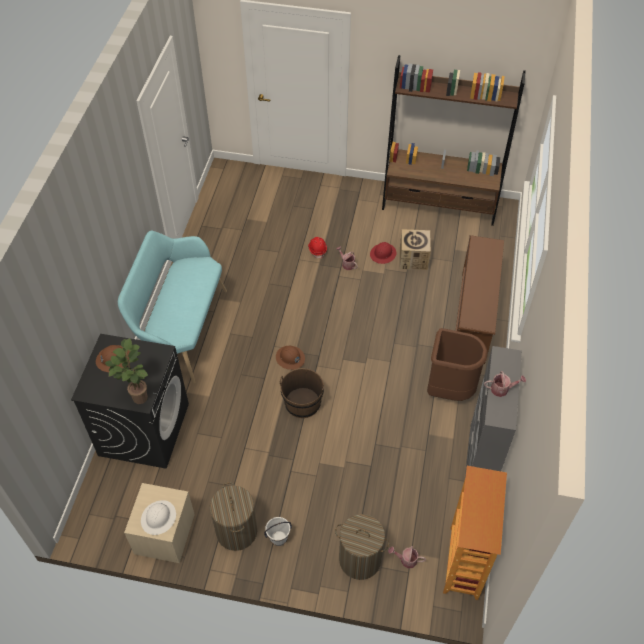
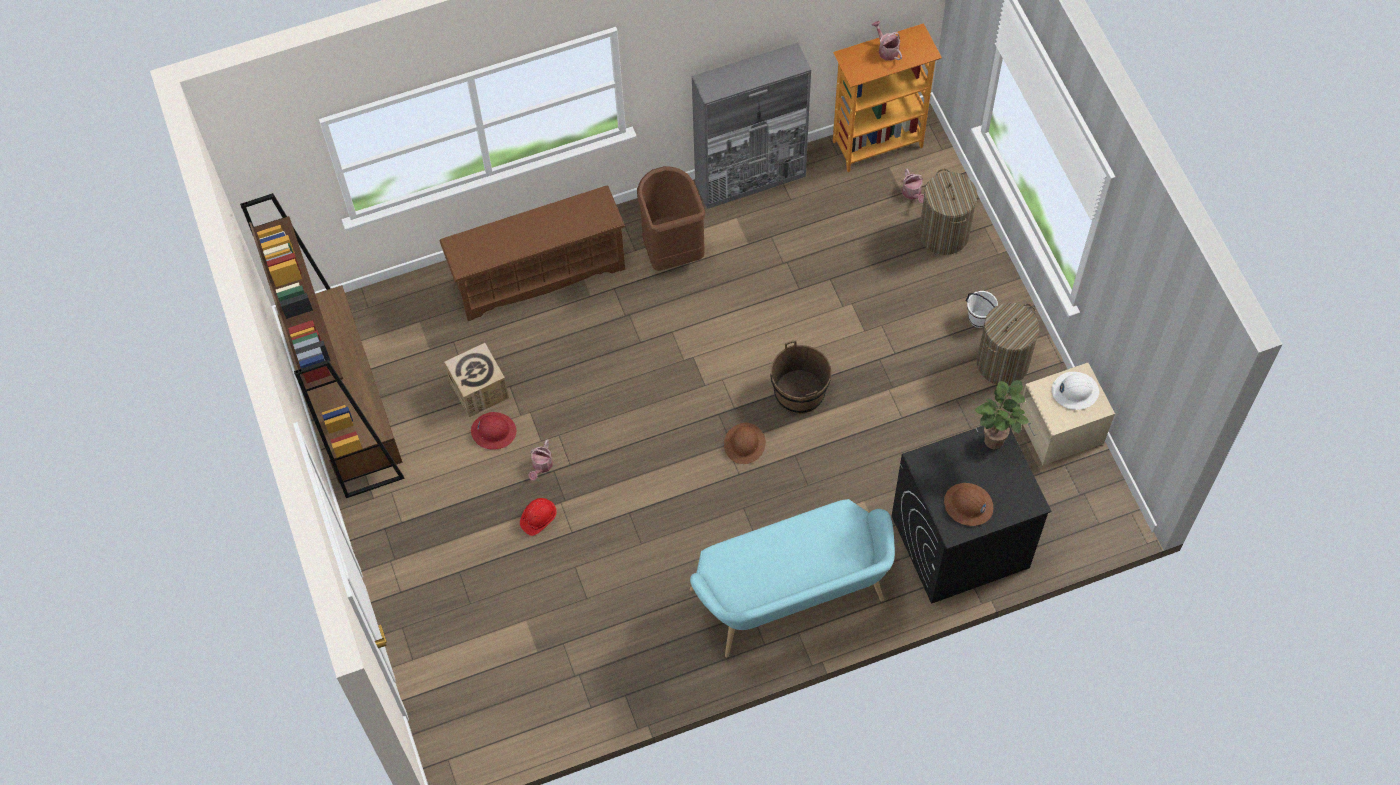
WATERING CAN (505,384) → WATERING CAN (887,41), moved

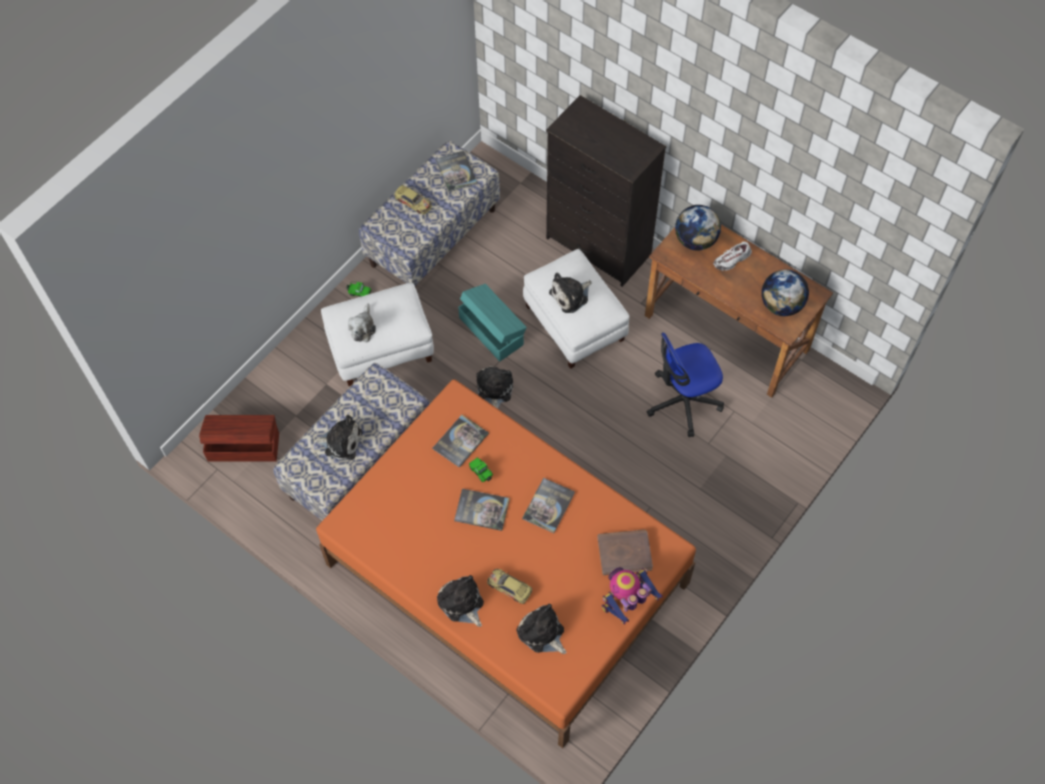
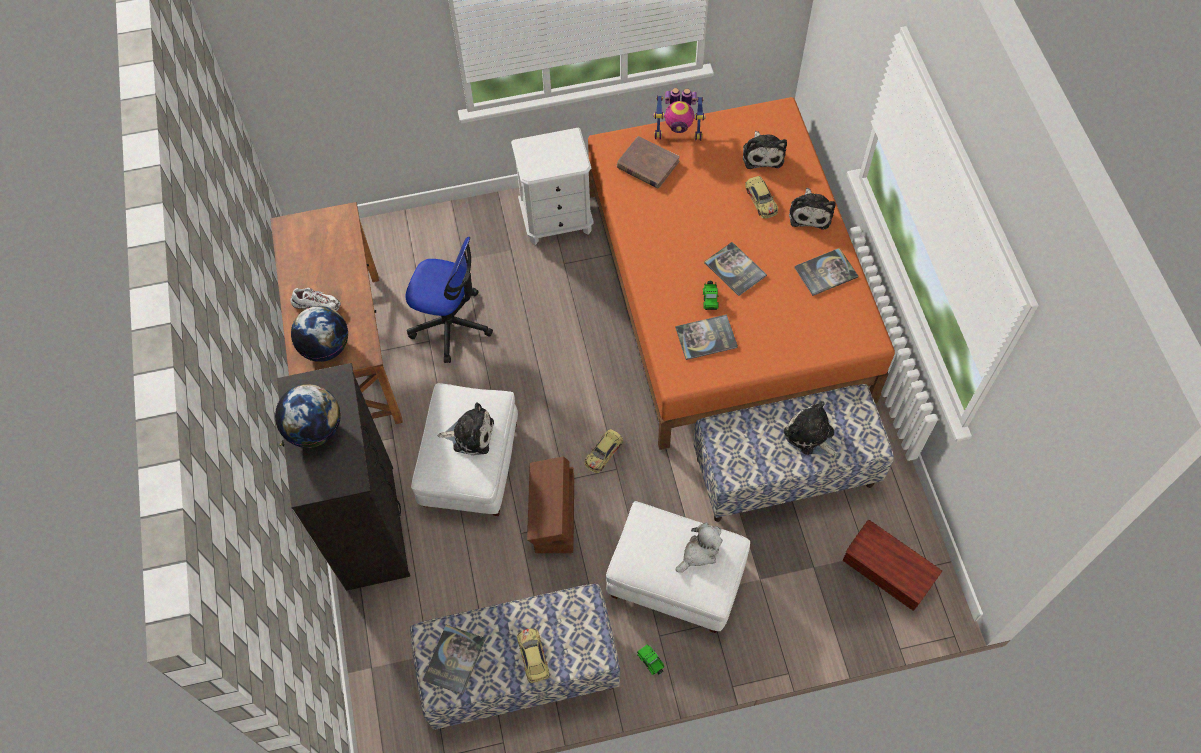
WORLD GLOBE (785,292) → WORLD GLOBE (308,416), moved
- → WHITISH NIGHT TABLE (552,186)
TURQUOISE STORAGE BOX (492,322) → BROWNISH STORAGE BOX (550,505)
PLUSH TOY (494,387) → TOY CAR (604,451)
VOLUME (548,505) → VOLUME (826,272), moved

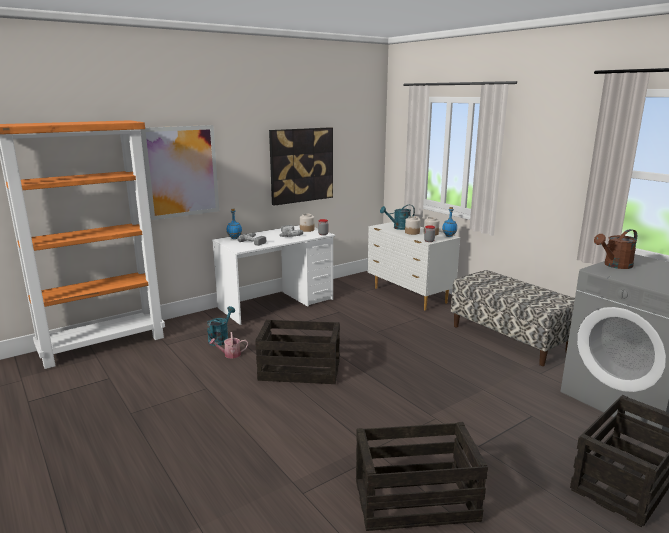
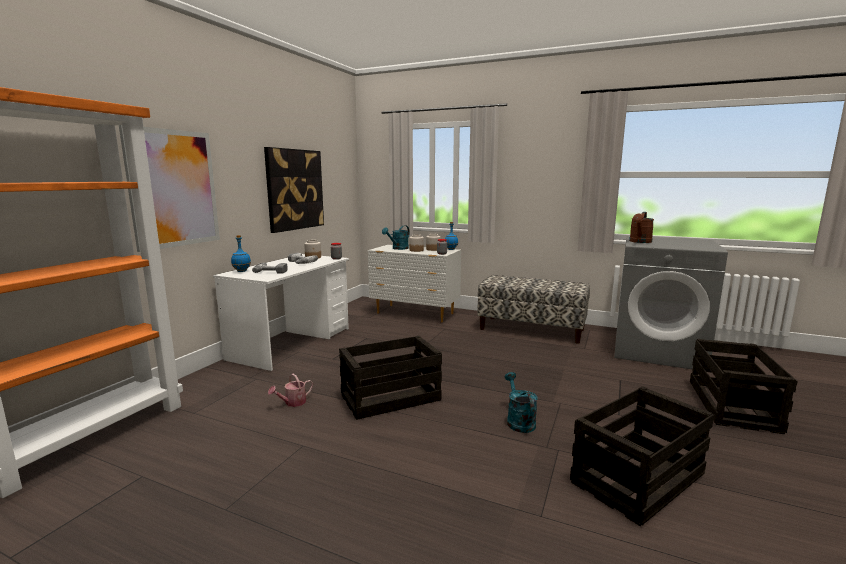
TURQUOISE WATERING CAN (221,326) → TURQUOISE WATERING CAN (521,402), moved

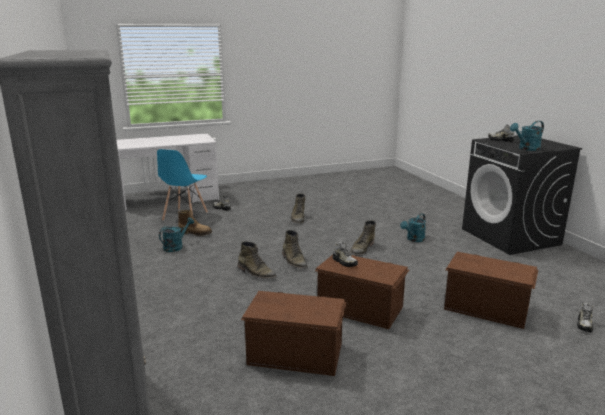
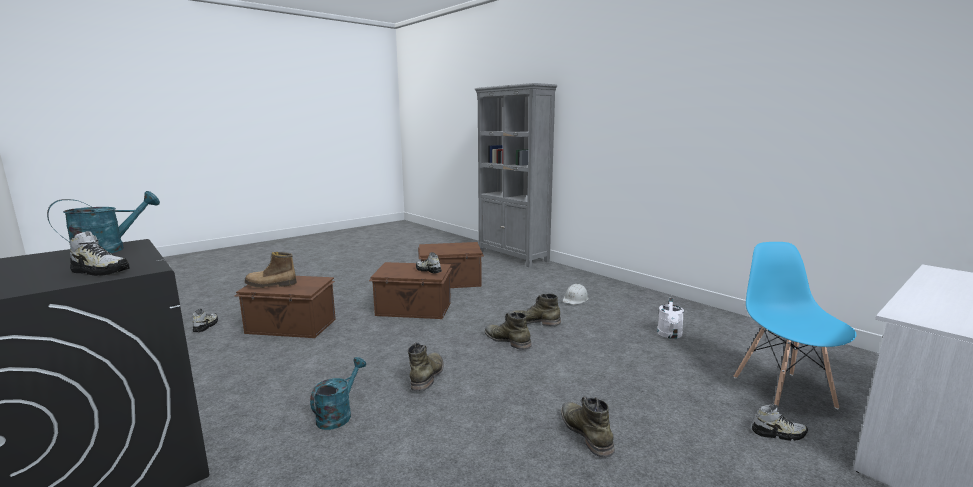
BOOT (195,223) → BOOT (271,270), moved
- → WHITISH HARD HAT (576,294)
TURQUOISE WATERING CAN (176,234) → WHITISH WATERING CAN (670,318)

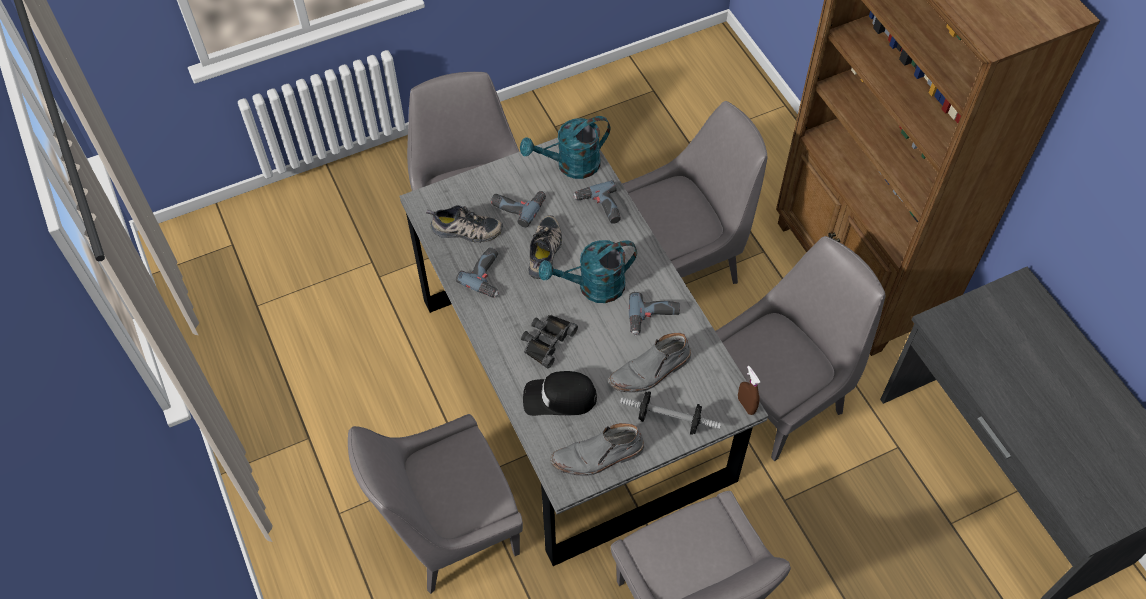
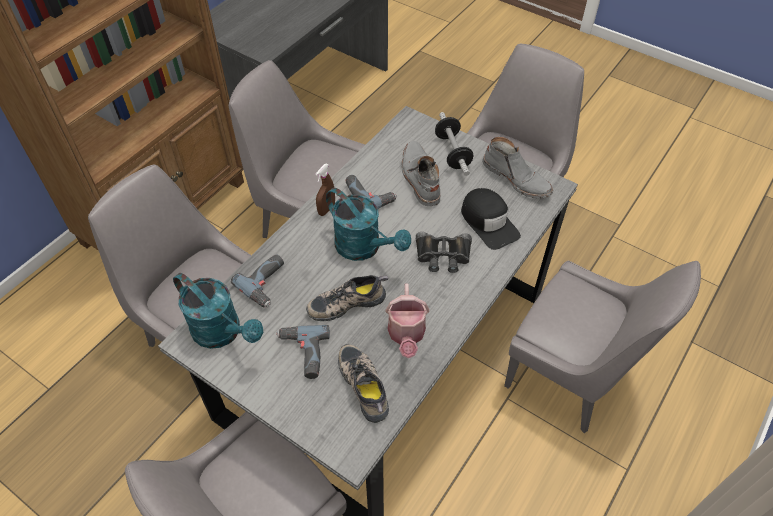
BROWNISH SPRAYER (749,390) → BROWNISH SPRAYER (325,190), moved
DRILL (477,272) → WATERING CAN (407,320)
GREY BOOT (649,362) → GREY BOOT (421,173), 135 degrees counterclockwise

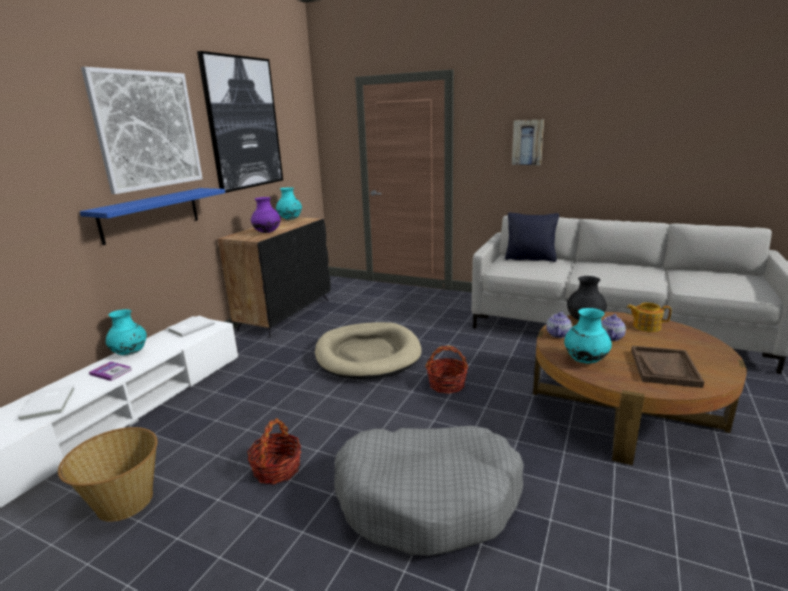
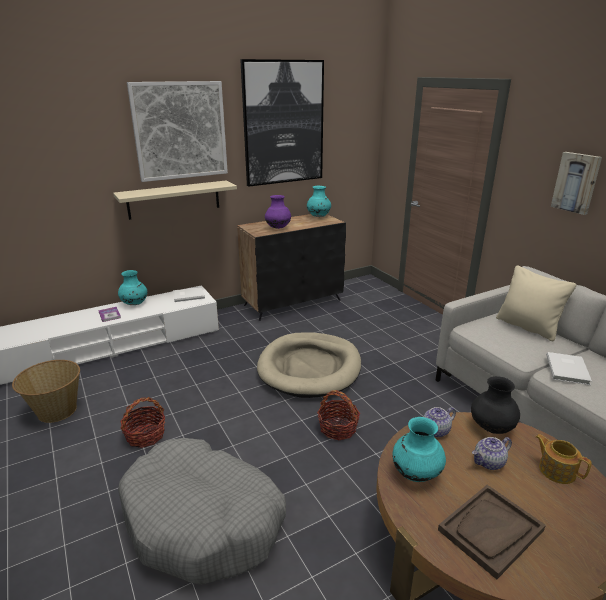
BLUE BRACKET SHELF (152,216) → SAND-COLOURED BRACKET SHELF (175,200)
BLACK THROW PILLOW (532,237) → SAND-COLOURED THROW PILLOW (536,303)
WHITISH VOLUME (46,402) → WHITISH VOLUME (569,368), moved

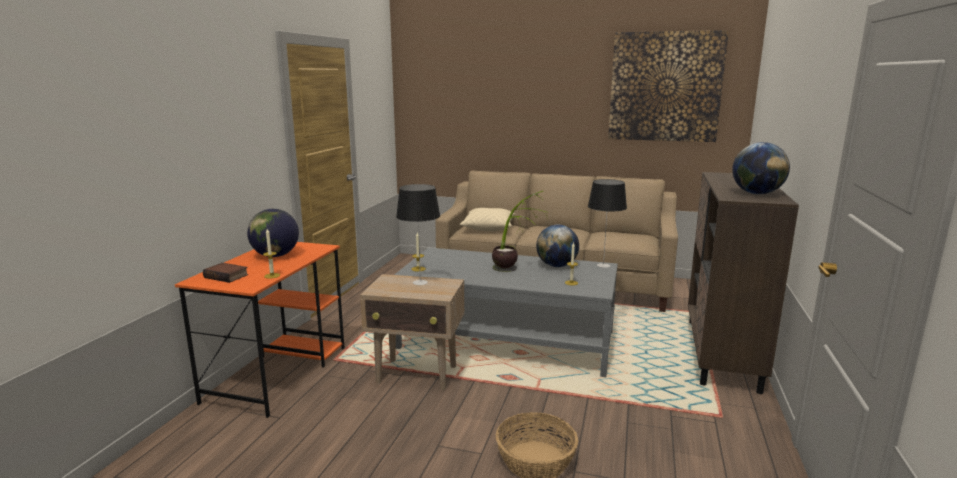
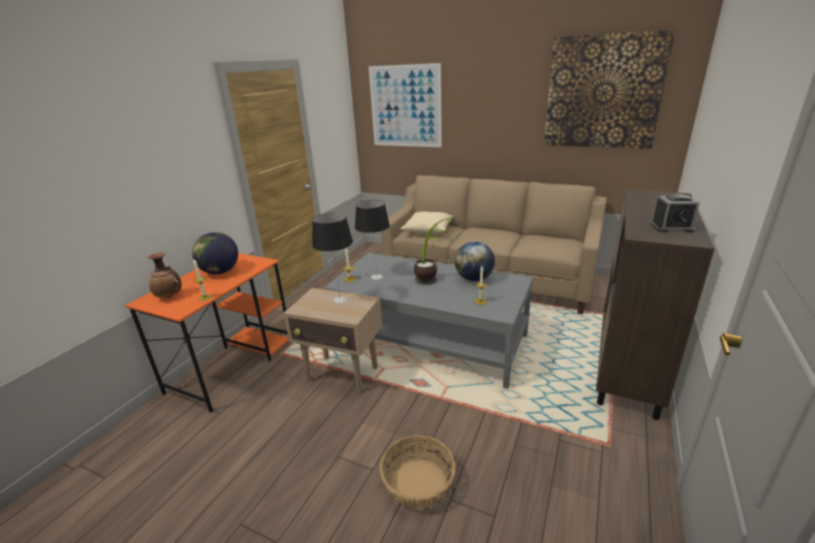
VOLUME (225,273) → DECORATIVE VASE (165,275)
TABLETOP LAMP (607,223) → TABLETOP LAMP (372,240), moved
- → PICTURE (405,105)
WORLD GLOBE (761,168) → TABLE CLOCK (675,213)

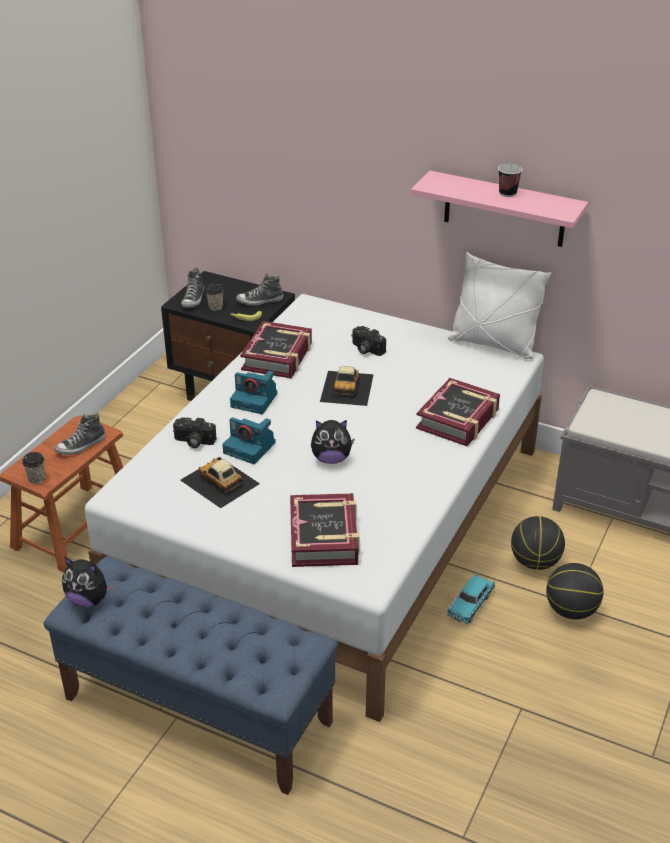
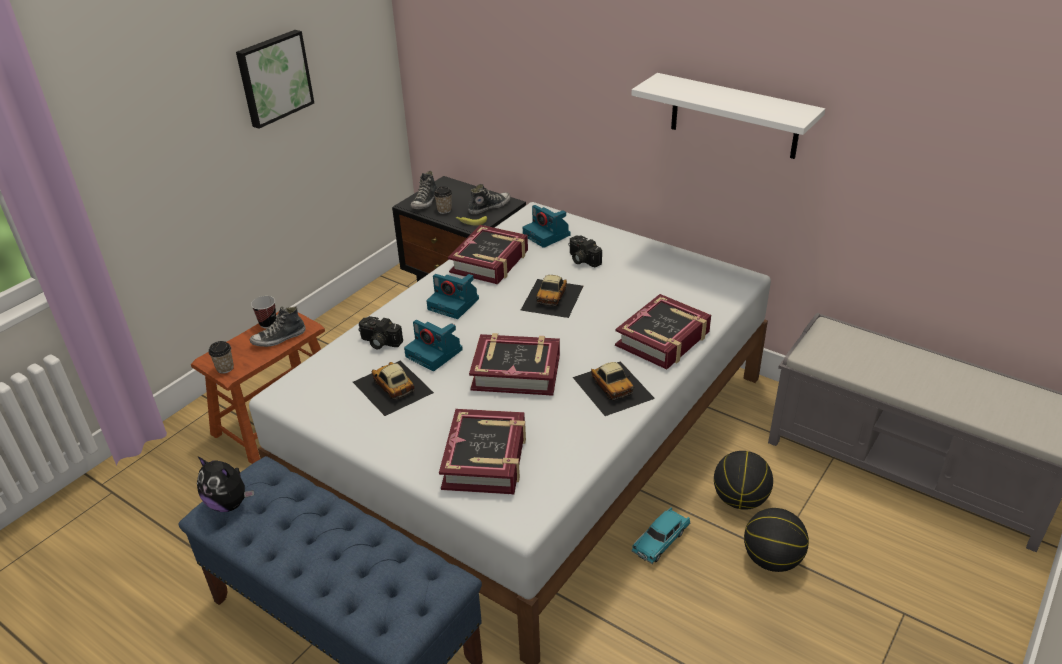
- → PICTURE (275,79)
SMALL CUP (510,180) → SMALL CUP (263,312), moved
LOW SHOE (260,290) → LOW SHOE (489,199), 150 degrees clockwise
PLUSH TOY (333,442) → VOLUME (514,364)
- → STILL CAMERA (547,226)
- → TOY CAR (614,388)
PINKISH BRACKET SHELF (499,209) → WHITISH BRACKET SHELF (728,116)
WHITISH THROW PILLOW (500,305) → -

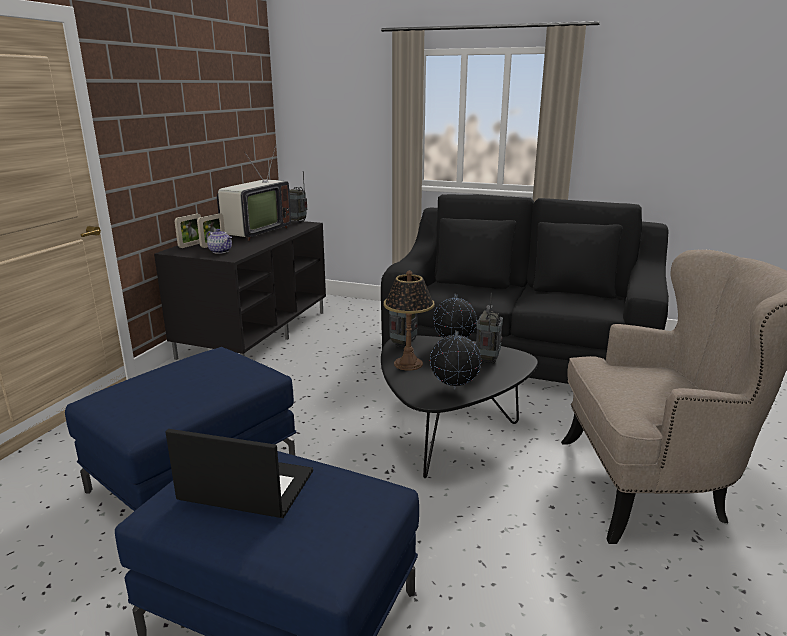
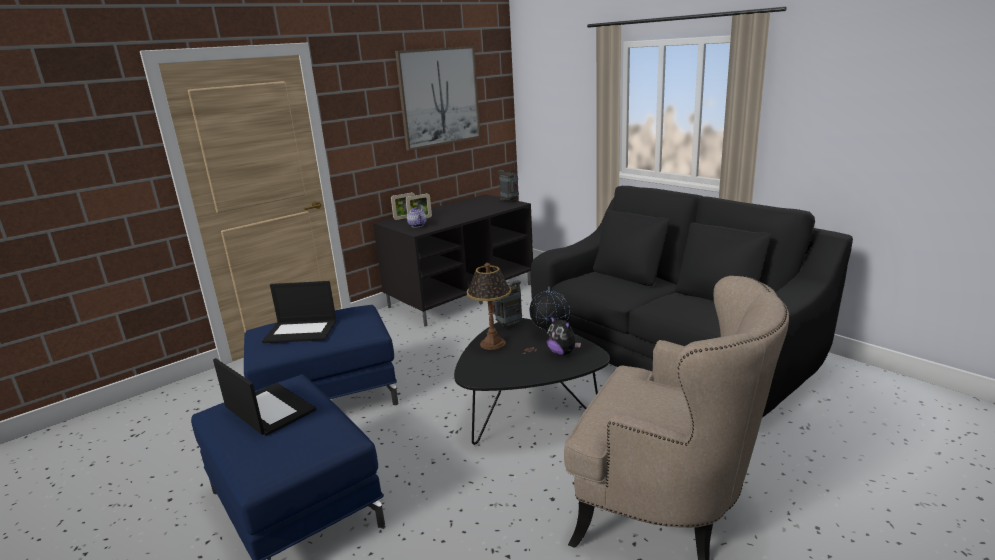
- → PORTABLE COMPUTER (299,312)
- → PICTURE (438,98)
RADIO (489,328) → PLUSH TOY (563,335)
TELEVISION (254,192) → -
WORLD GLOBE (455,360) → -

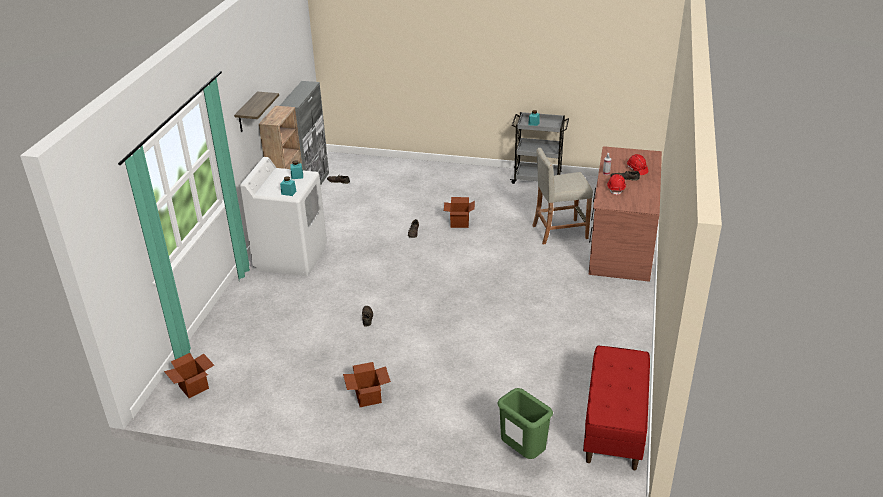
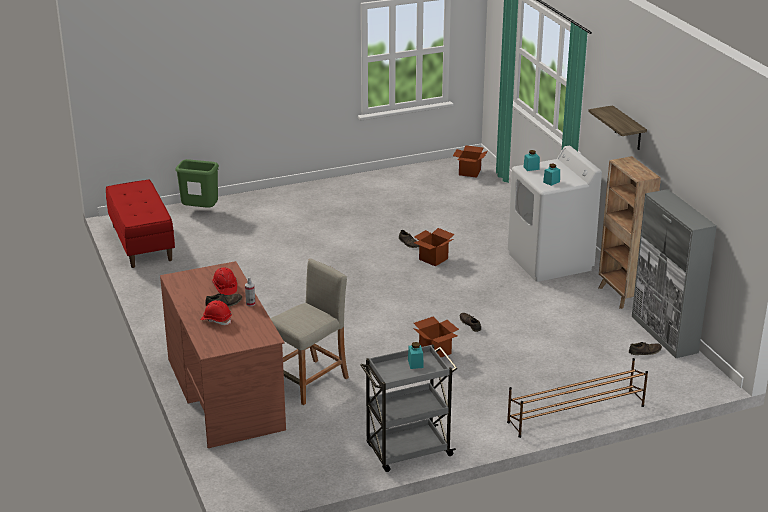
CARDBOARD BOX (367,384) → CARDBOARD BOX (434,247), moved
- → BROWNISH SHOE STAND (577,398)

